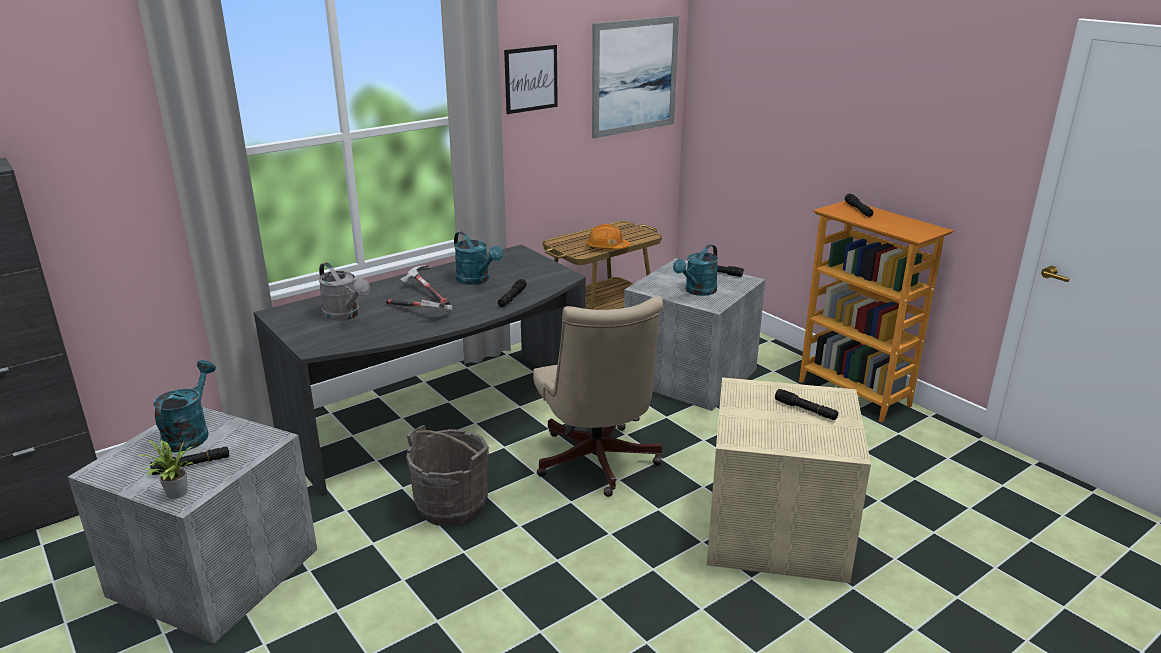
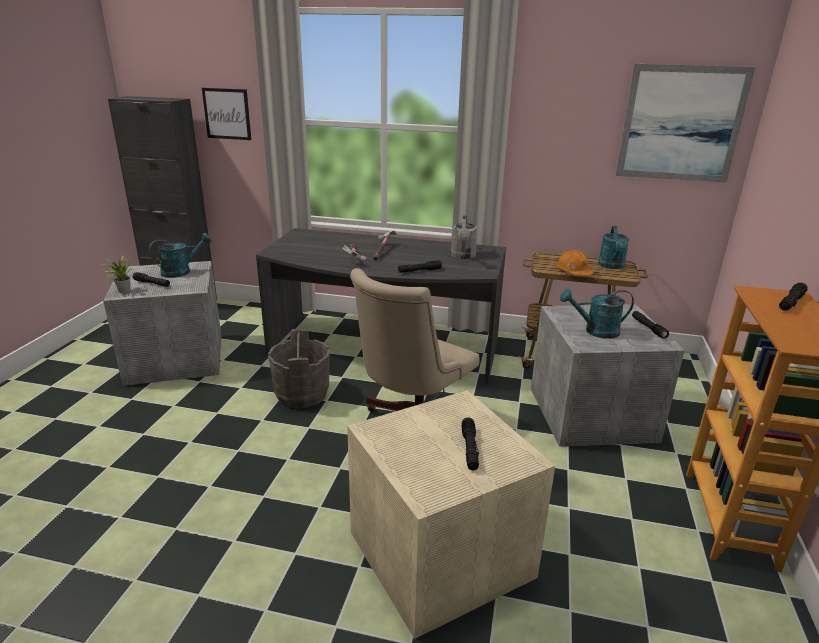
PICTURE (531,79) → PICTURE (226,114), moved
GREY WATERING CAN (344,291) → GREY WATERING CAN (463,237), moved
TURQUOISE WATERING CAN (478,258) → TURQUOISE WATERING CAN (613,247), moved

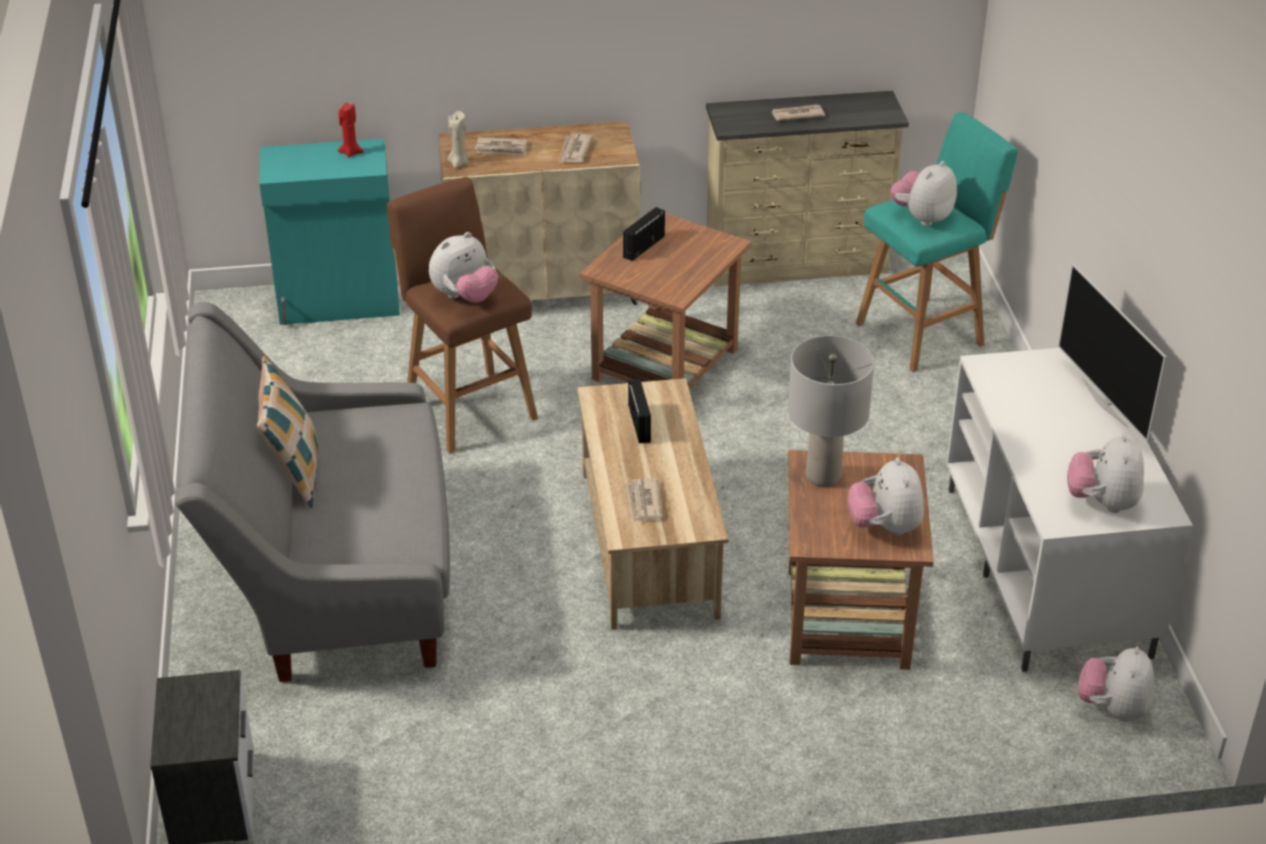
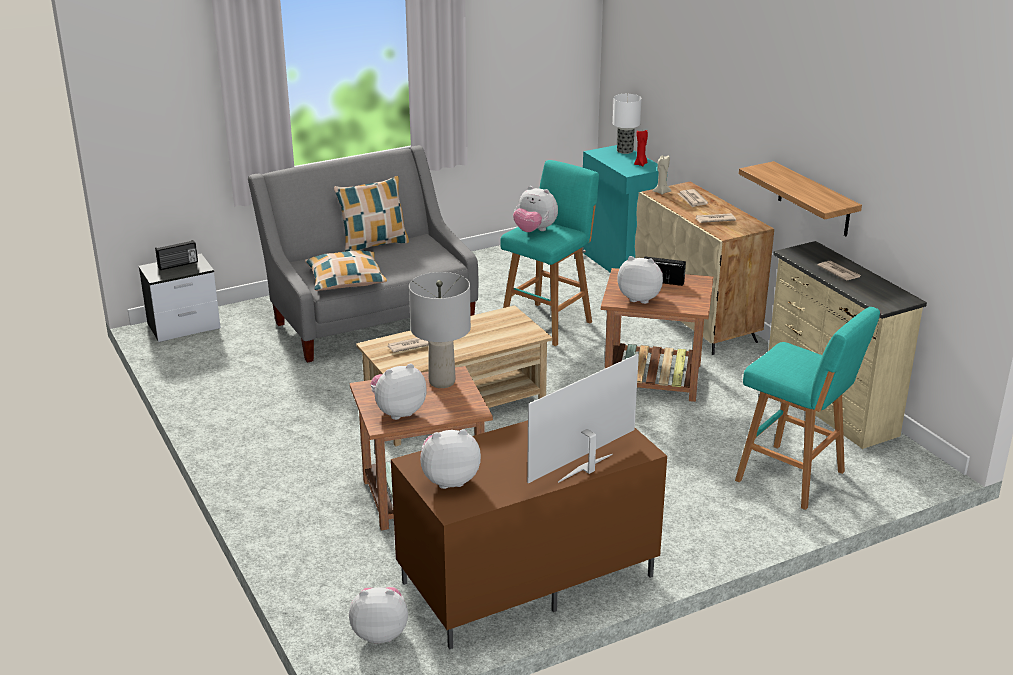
RADIO (639,411) → RADIO (176,255), moved
- → THROW PILLOW (346,270)
WHITISH TV STAND (1069,510) → BROWNISH TV STAND (529,535)
BROWNISH STOOL (462,315) → TURQUOISE STOOL (549,253)
- → TABLETOP LAMP (627,124)
PLUSH TOY (923,193) → PLUSH TOY (640,280), moved
- → BRACKET SHELF (800,198)

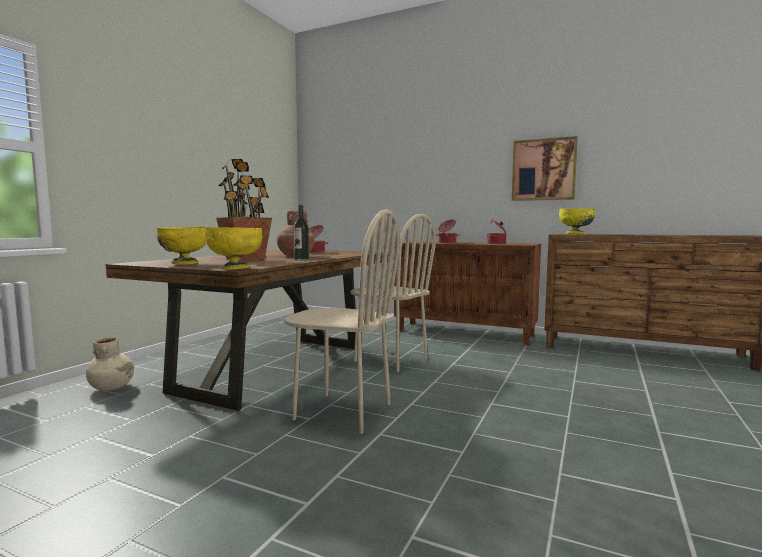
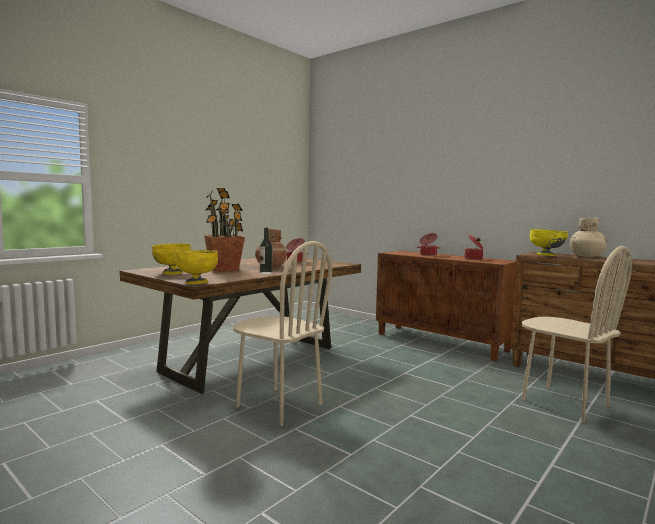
SAND-COLOURED PLAIN CHAIR (393,293) → SAND-COLOURED PLAIN CHAIR (577,334), moved
SAND-COLOURED DECORATIVE VASE (110,364) → SAND-COLOURED DECORATIVE VASE (588,237), moved
PICTURE (545,168) → -

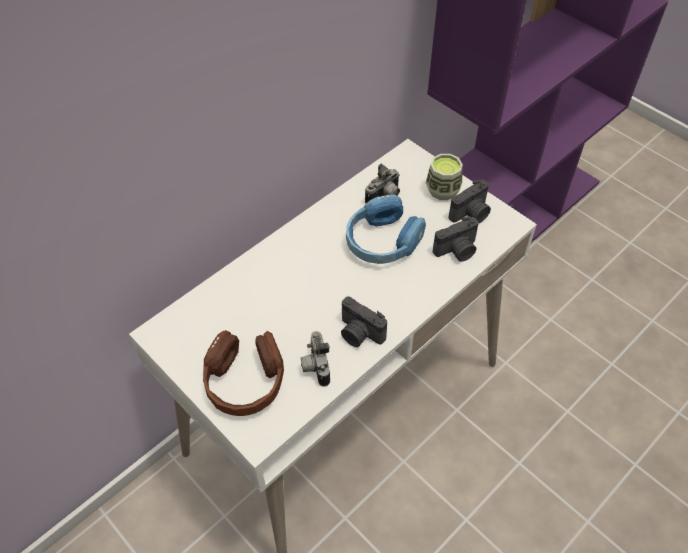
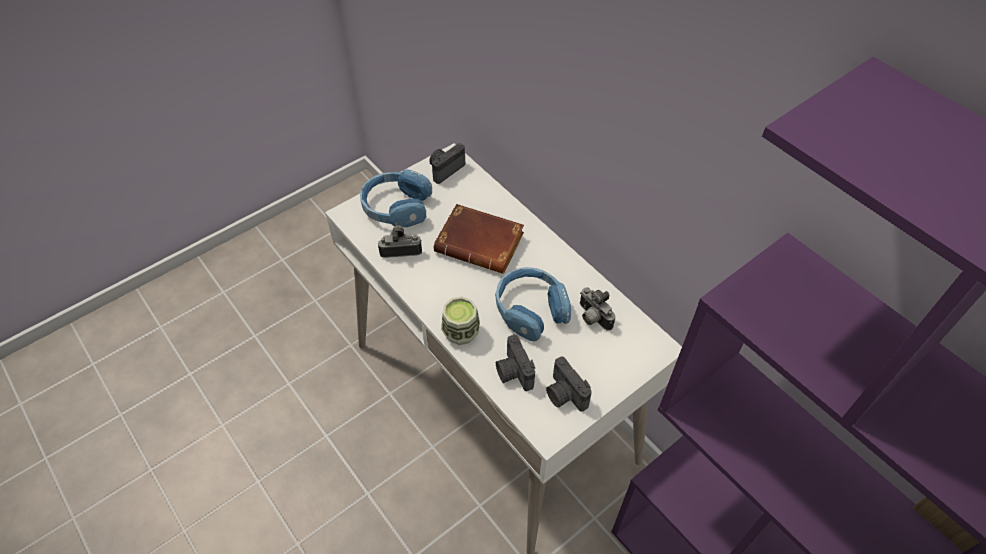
BROWNISH HEADSET (243,373) → BLUE HEADSET (396,198)
STILL CAMERA (364,321) → STILL CAMERA (447,163), moved
- → BROWNISH VOLUME (479,239)
SMALL CUP (444,177) → SMALL CUP (460,320), moved

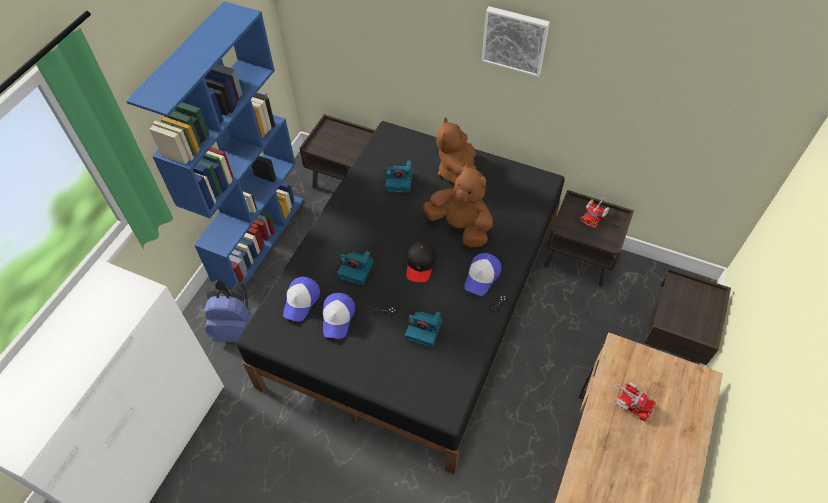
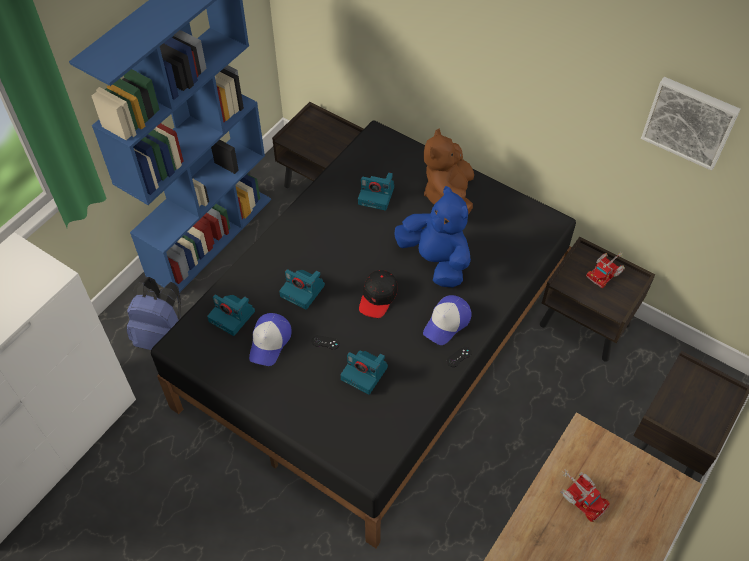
PEAKED CAP (301,299) → STILL CAMERA (231,315)
BROWNISH PLUSH TOY (458,205) → BLUE PLUSH TOY (432,236)
PICTURE (516,41) → PICTURE (691,124), moved

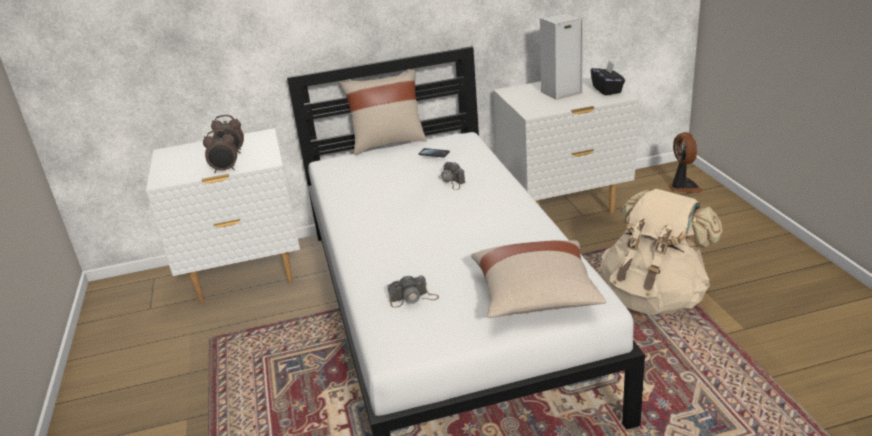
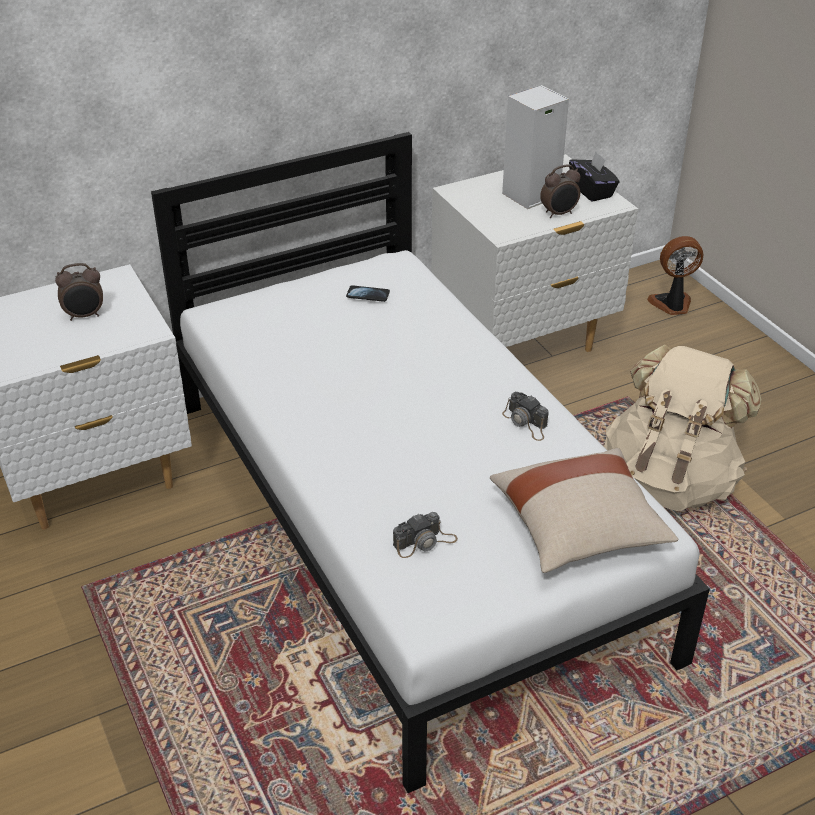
STILL CAMERA (452,176) → STILL CAMERA (525,416), moved
TABLE CLOCK (220,151) → TABLE CLOCK (560,191), moved
ELECTRIC FAN (686,162) → ELECTRIC FAN (675,275), 75 degrees counterclockwise
SAND-COLOURED THROW PILLOW (383,111) → -

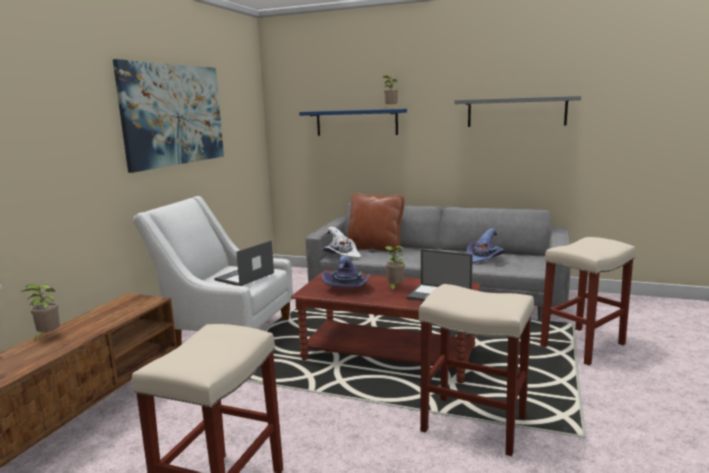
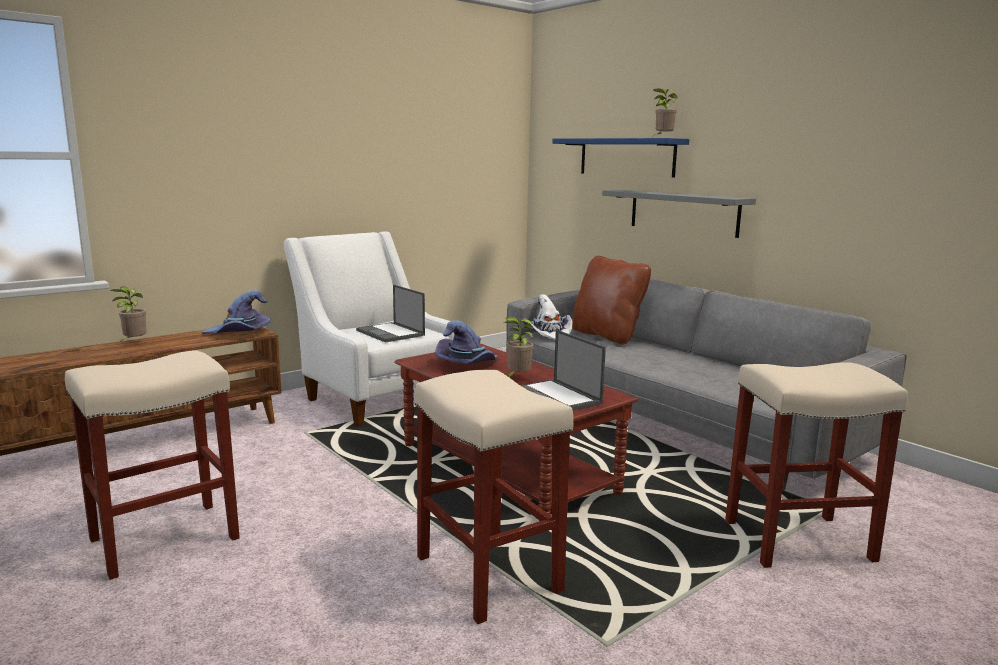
PURPLE WEARABLE HAT (485,245) → PURPLE WEARABLE HAT (236,312), moved
PORTABLE COMPUTER (244,263) → PORTABLE COMPUTER (390,314), 105 degrees counterclockwise
GREY BRACKET SHELF (517,111) → GREY BRACKET SHELF (679,214), moved
PICTURE (168,116) → -

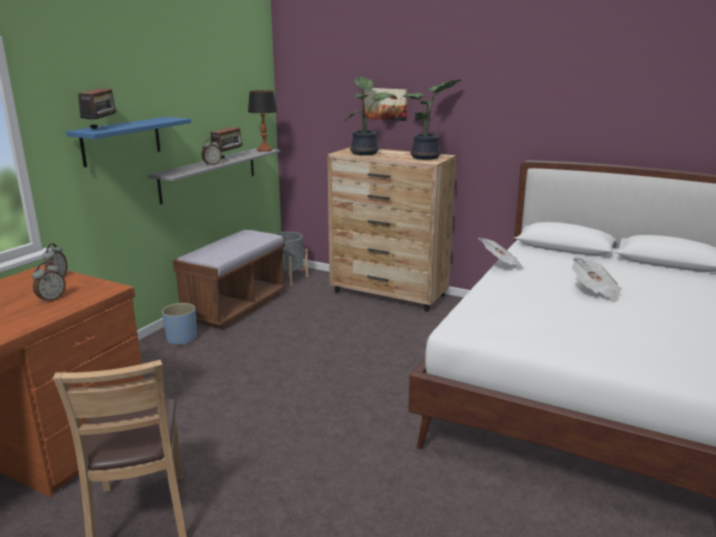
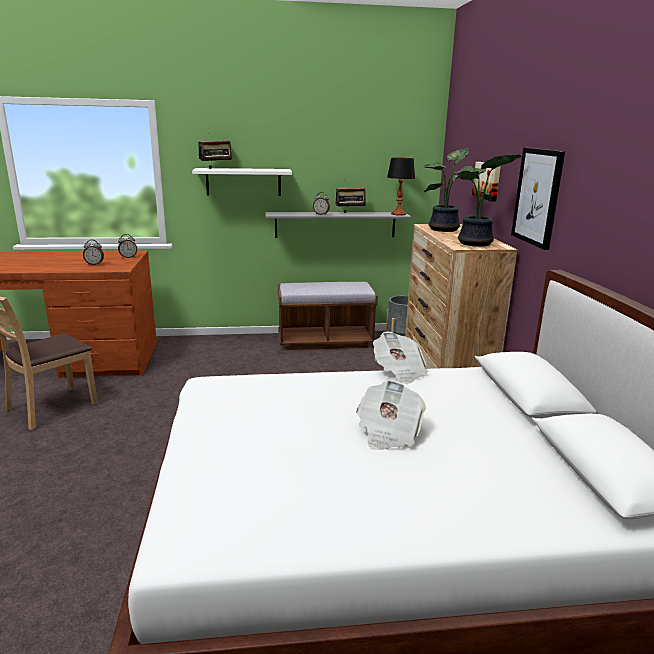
BLUE BRACKET SHELF (128,142) → WHITISH BRACKET SHELF (242,182)
- → PICTURE (538,199)
BLUE FLOWER POT (179,324) → -

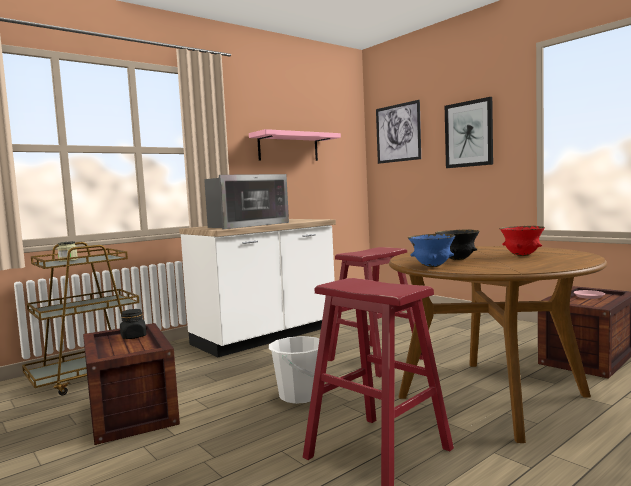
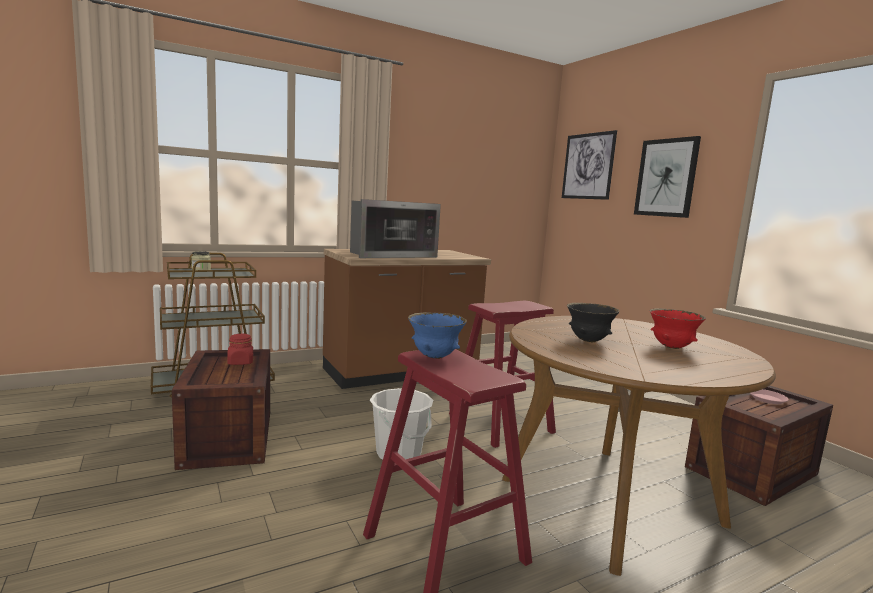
BLACK STORAGE JAR (133,324) → RED-COLOURED STORAGE JAR (240,349)
WHITISH KITCHEN COUNTER (257,288) → BROWNISH KITCHEN COUNTER (407,319)
BLUE SERVING BOWL (431,250) → BLUE SERVING BOWL (437,335), moved
PINKISH BRACKET SHELF (295,145) → -

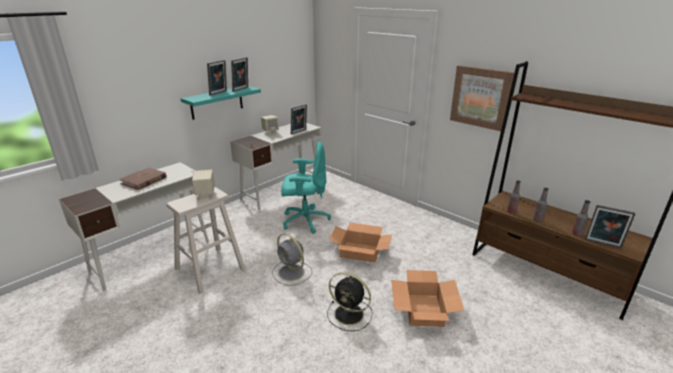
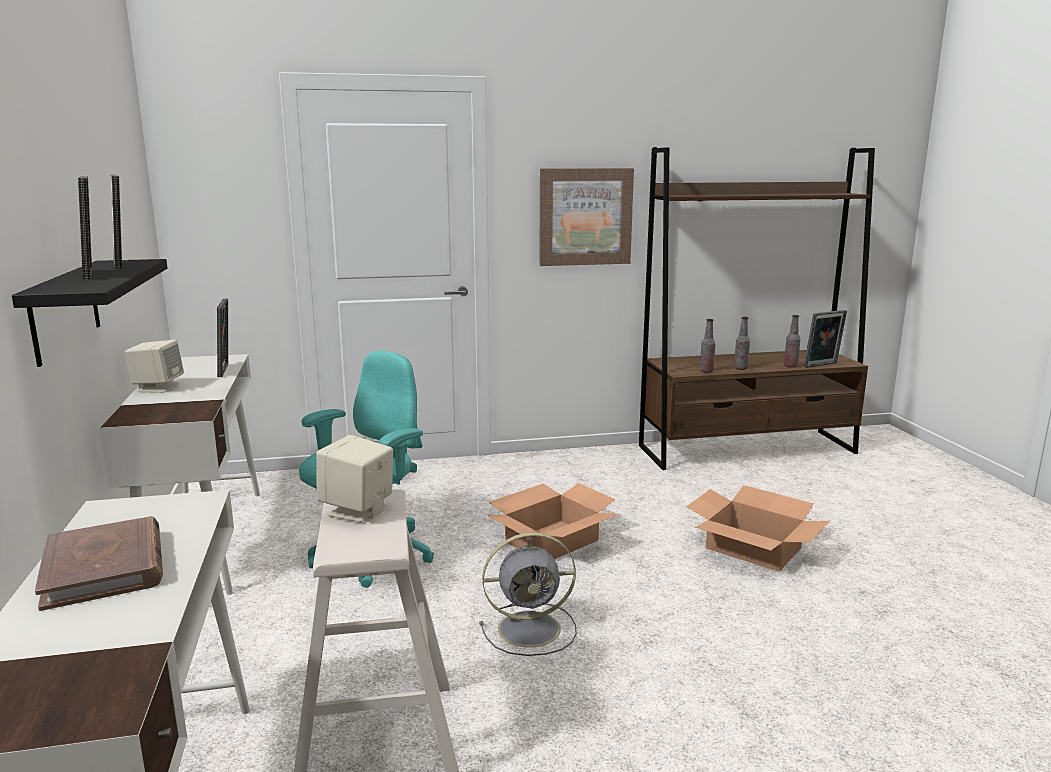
TURQUOISE BRACKET SHELF (220,103) → BLACK BRACKET SHELF (89,313)
BLACK ELECTRIC FAN (349,301) → -

